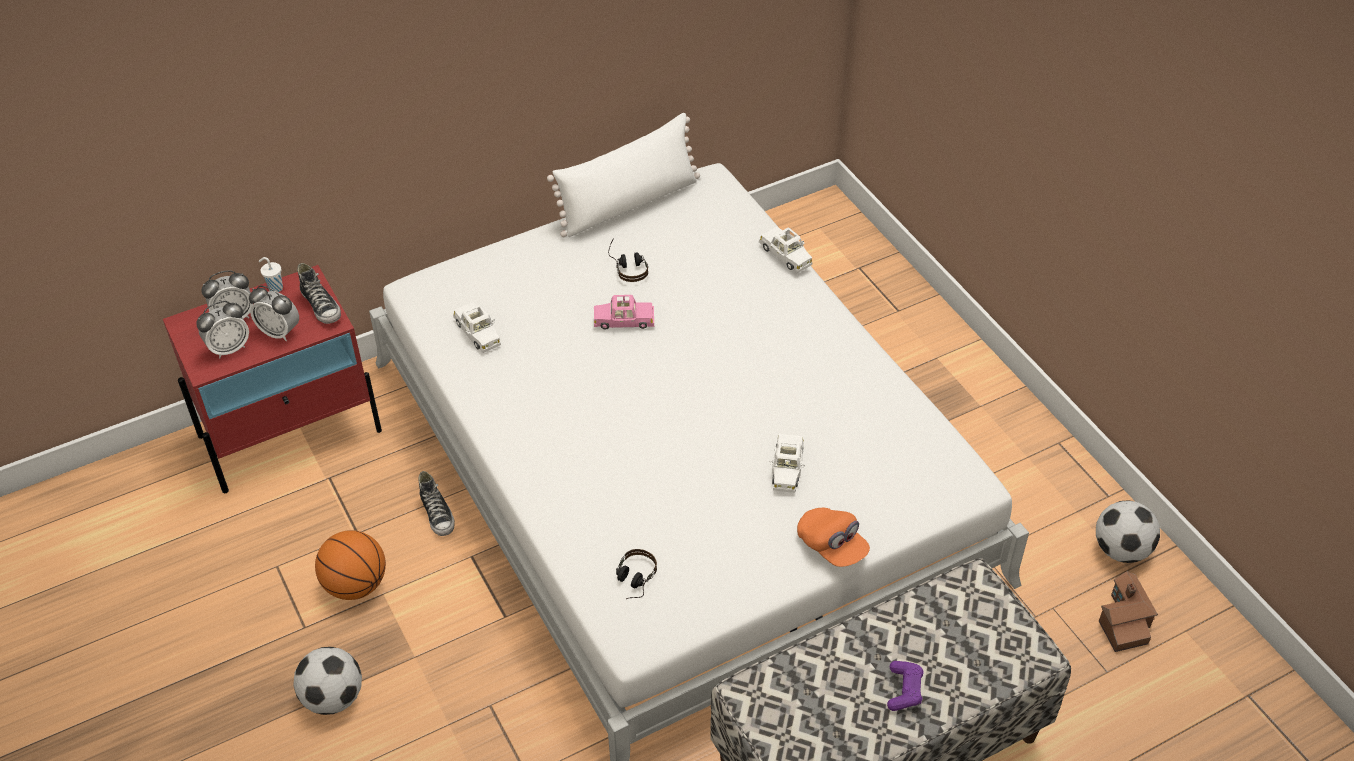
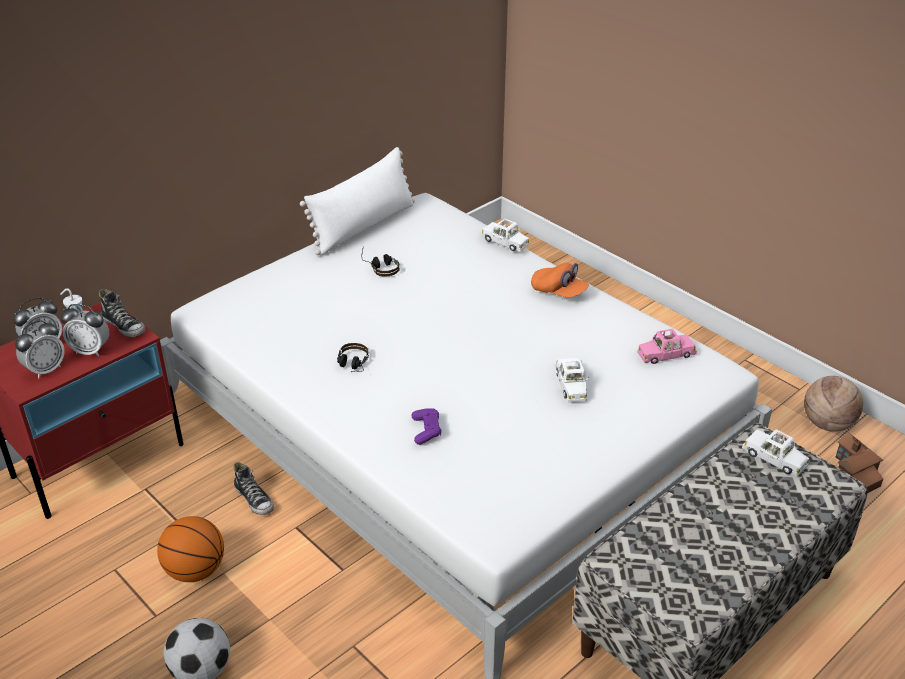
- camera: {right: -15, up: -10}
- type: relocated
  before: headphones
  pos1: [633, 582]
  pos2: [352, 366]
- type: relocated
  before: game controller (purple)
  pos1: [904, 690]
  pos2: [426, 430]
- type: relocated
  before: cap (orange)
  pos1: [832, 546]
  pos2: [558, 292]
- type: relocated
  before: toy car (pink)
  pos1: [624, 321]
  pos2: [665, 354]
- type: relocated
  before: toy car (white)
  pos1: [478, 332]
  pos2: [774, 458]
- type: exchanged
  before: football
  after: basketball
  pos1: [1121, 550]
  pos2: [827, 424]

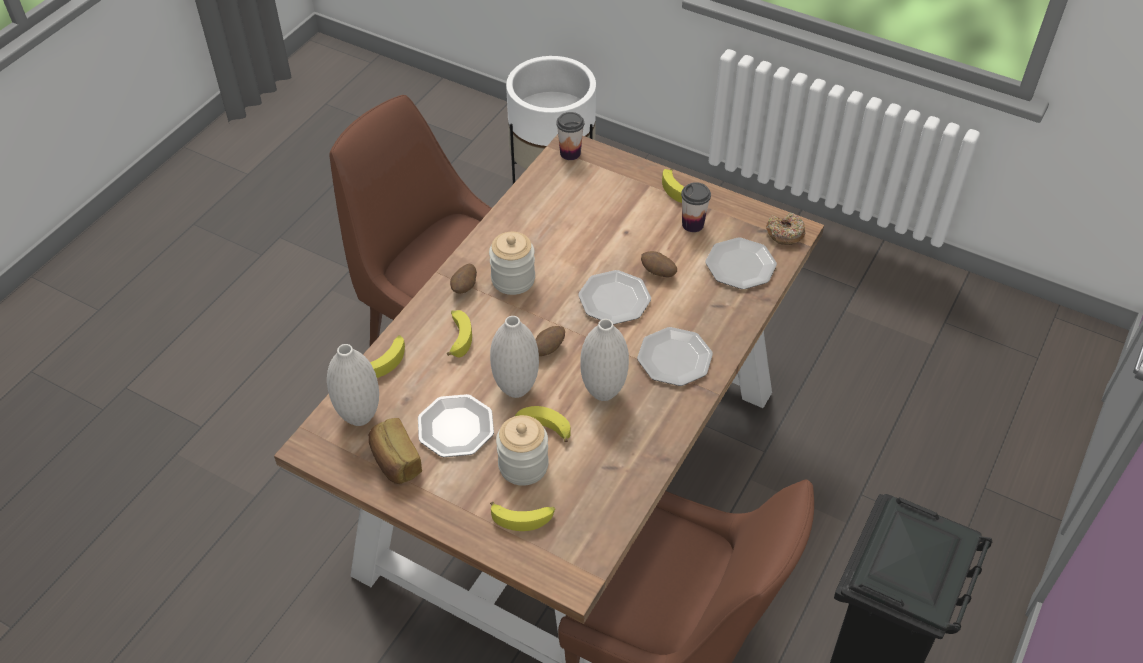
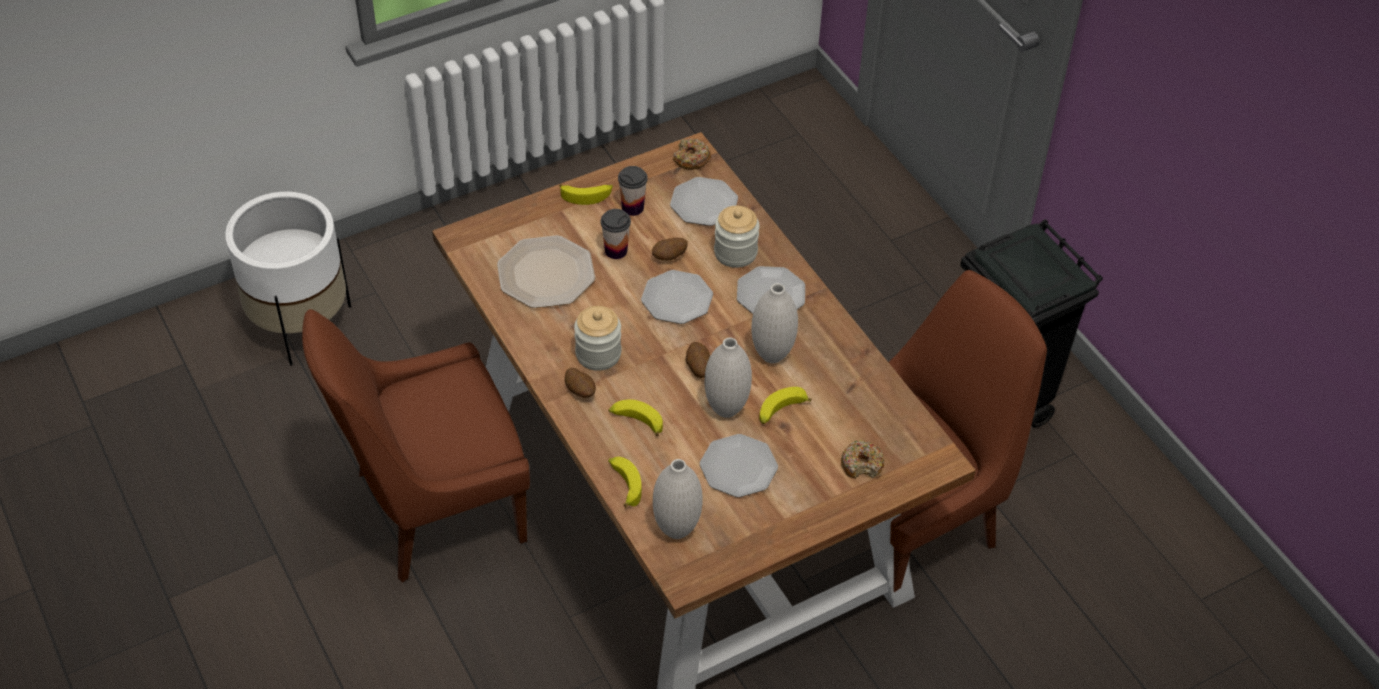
- camera: {right: -60, up: 0}
- type: appeared
  after: plate
  pos2: [546, 273]
- type: relocated
  before: cup
  pos1: [570, 153]
  pos2: [616, 251]
- type: relocated
  before: jar
  pos1: [523, 465]
  pos2: [735, 252]
- type: exchanged
  before: banana
  after: donut
  pos1: [523, 517]
  pos2: [862, 464]
- type: missing
  before: bread
  pos1: [395, 461]

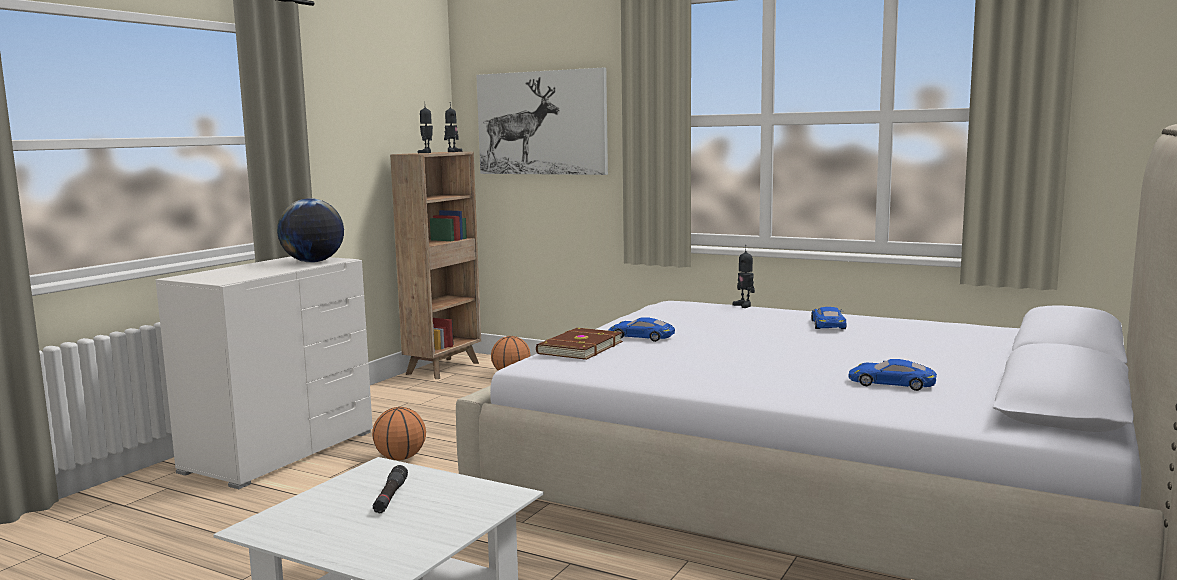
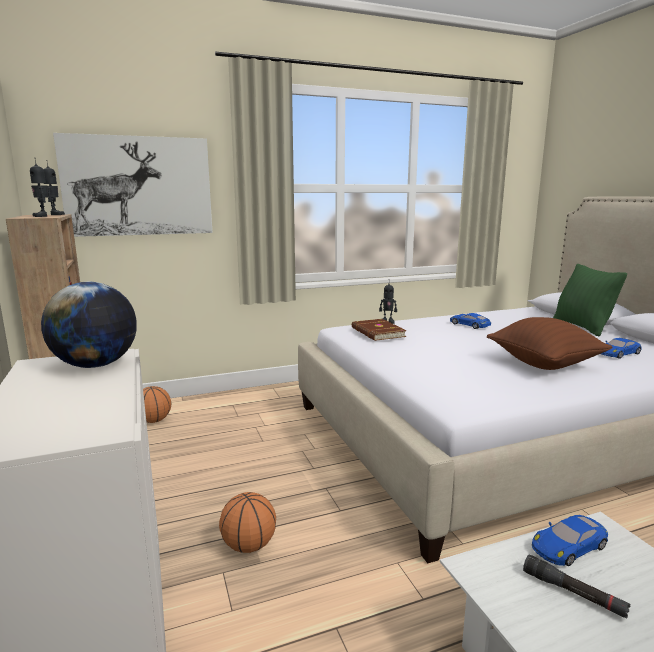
- camera: {right: -50, up: 5}
- type: relocated
  before: book (brown)
  pos1: [578, 348]
  pos2: [377, 332]
- type: appeared
  after: pillow (brown)
  pos2: [544, 364]
- type: relocated
  before: toy car (blue)
  pos1: [641, 337]
  pos2: [569, 546]
- type: appeared
  after: pillow (green)
  pos2: [582, 327]

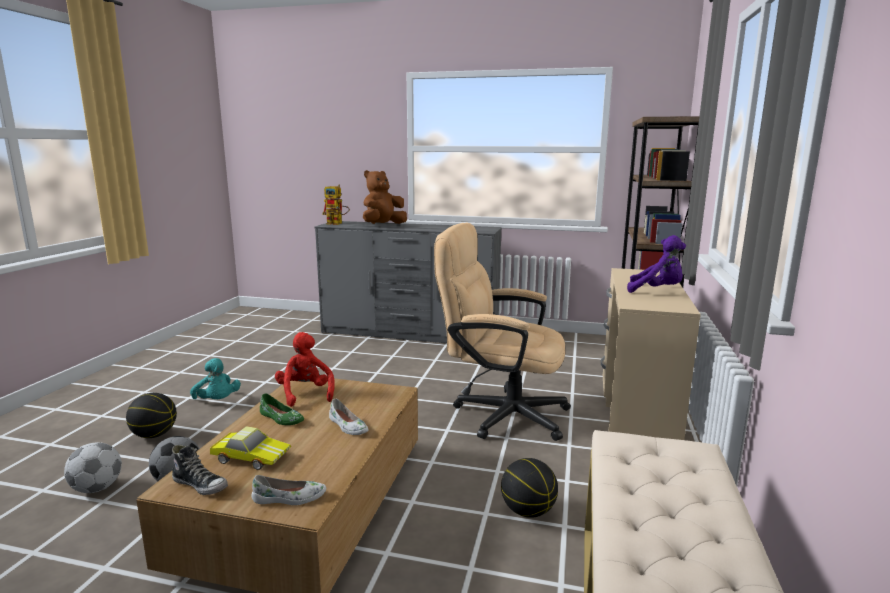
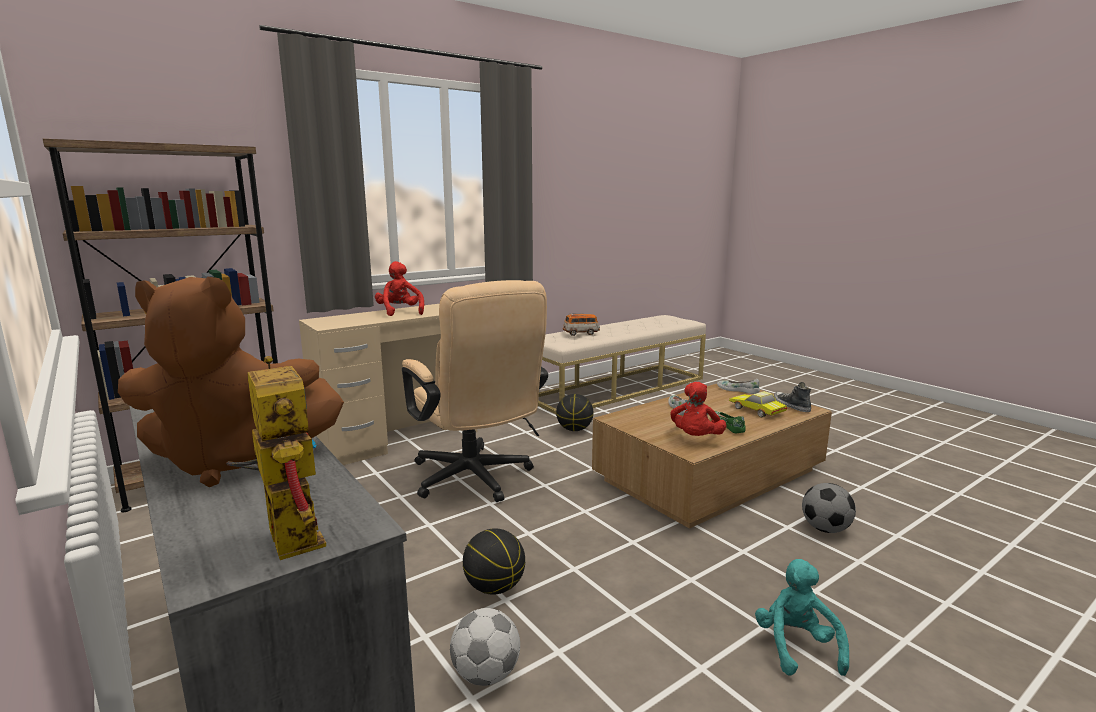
- camera: {right: -140, up: 0}
- type: colour
  before: plush toy (purple)
  after: plush toy (red)
  pos1: [656, 291]
  pos2: [400, 312]
- type: relocated
  before: football
  pos1: [97, 488]
  pos2: [486, 674]
- type: relocated
  before: basketball
  pos1: [154, 435]
  pos2: [494, 588]
- type: appeared
  after: toy car
  pos2: [581, 333]

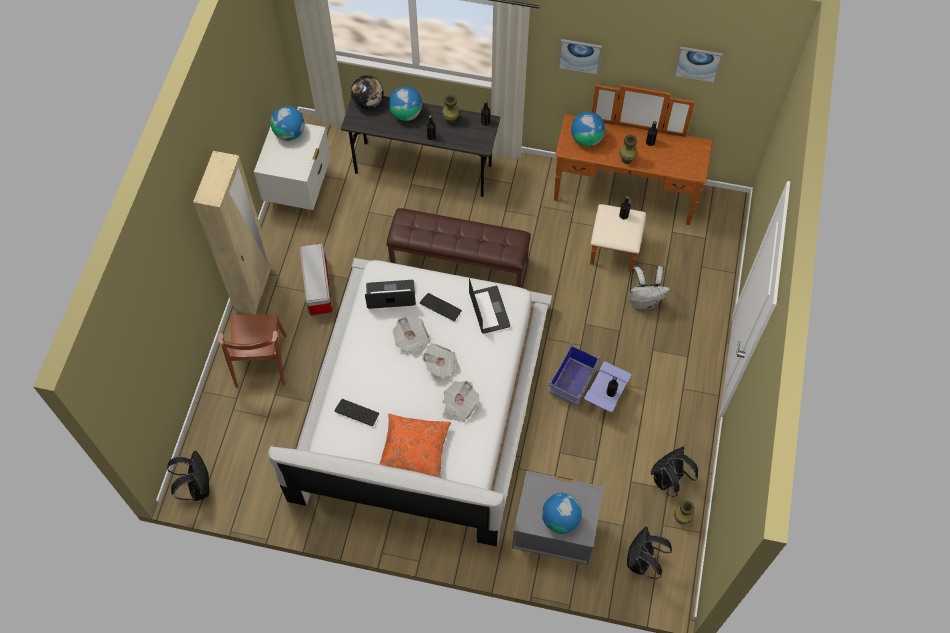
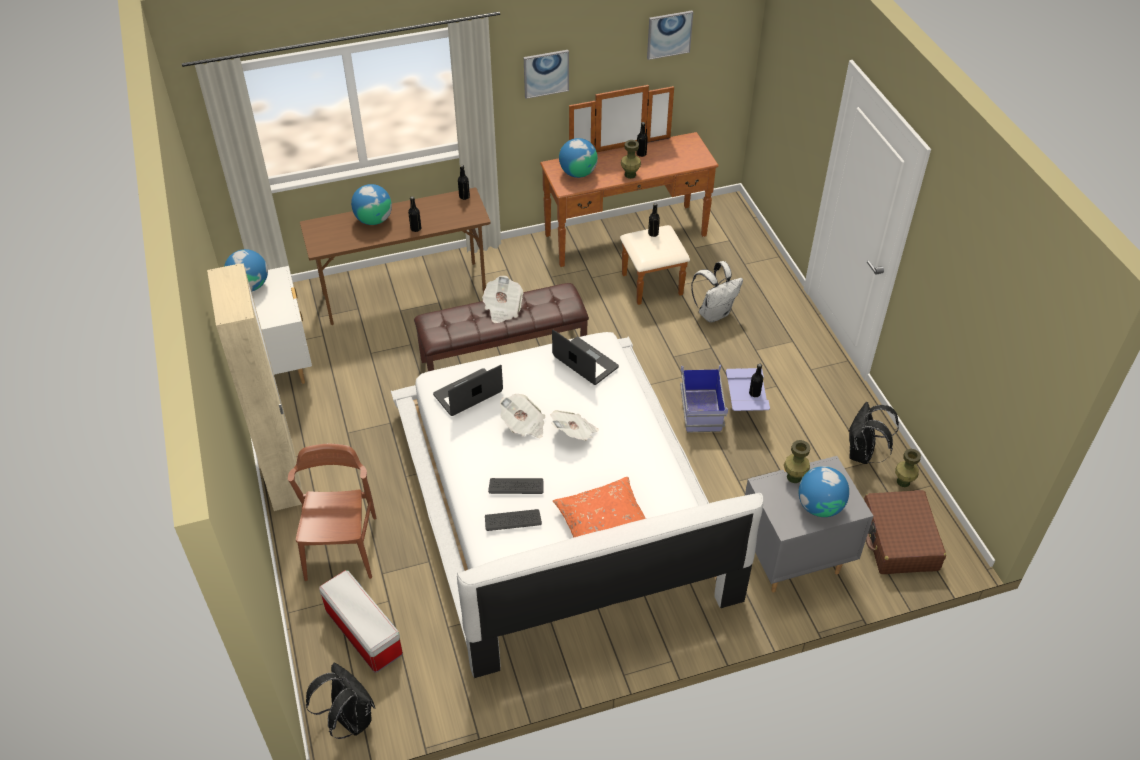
- camera: {right: -30, up: -15}
- type: spun
  before: chair (brown)
  pos1: [261, 361]
  pos2: [341, 548]
  turn: -150
- type: colour
  before: desk (grey)
  after: desk (brown)
  pos1: [424, 169]
  pos2: [405, 292]
- type: relocated
  before: storage box
  pos1: [317, 286]
  pos2: [362, 632]
- type: relocated
  before: newspaper
  pos1: [459, 406]
  pos2: [502, 308]
- type: relocated
  before: keyboard
  pos1: [440, 307]
  pos2: [516, 486]
- type: relocated
  before: vase (green)
  pos1: [451, 120]
  pos2: [794, 477]
- type: exchanged
  before: backpack (black)
  after: suitcase (brown)
  pos1: [641, 562]
  pos2: [899, 540]
- type: missing
  before: globe
  pos1: [368, 102]

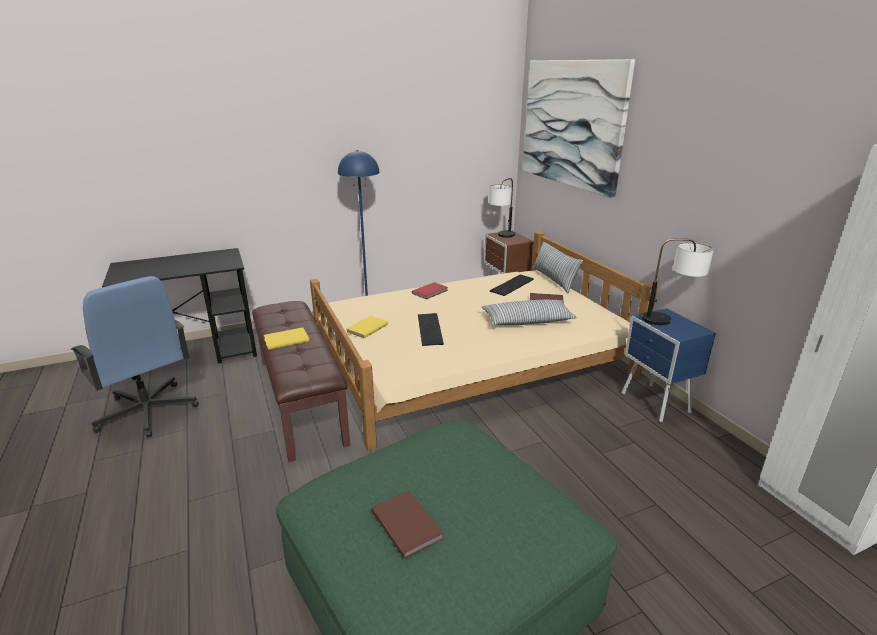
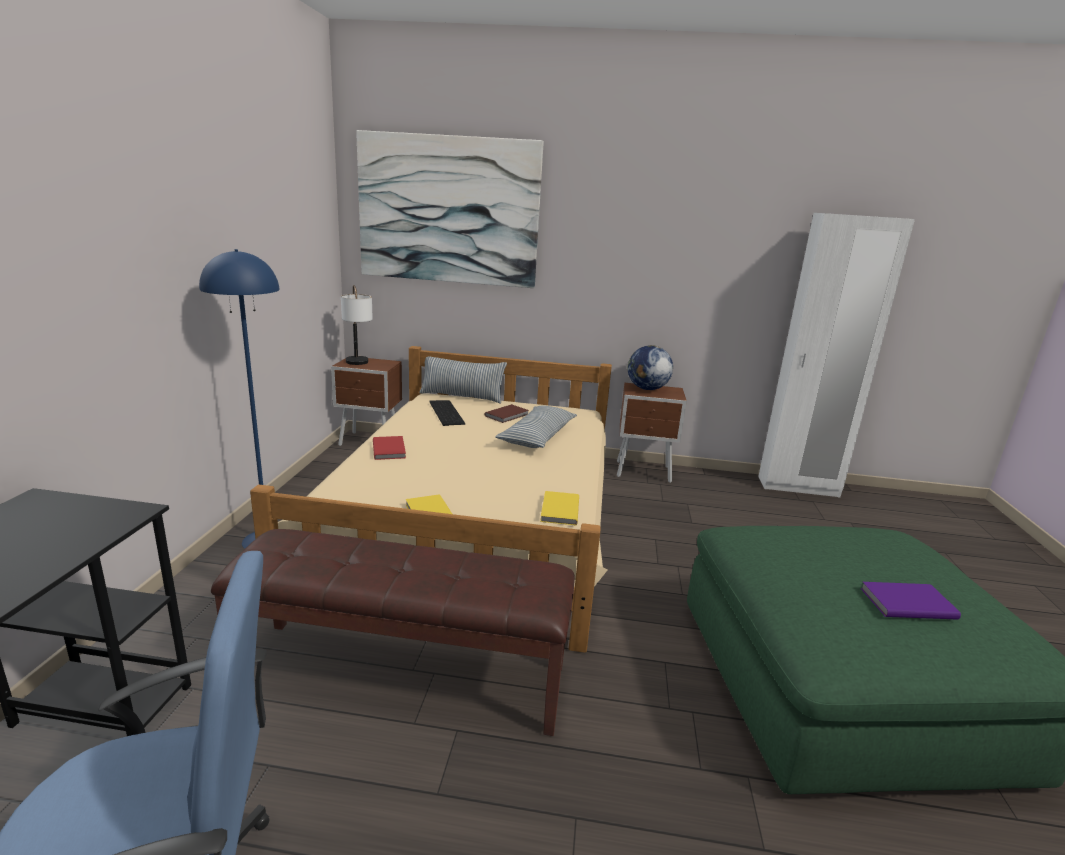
- camera: {right: -60, up: -5}
- type: relocated
  before: book (yellow)
  pos1: [285, 340]
  pos2: [558, 510]
- type: colour
  before: nightstand (blue)
  after: nightstand (brown)
  pos1: [655, 404]
  pos2: [644, 472]
- type: exchanged
  before: table lamp
  after: globe
  pos1: [669, 319]
  pos2: [646, 389]
- type: colour
  before: book (brown)
  after: book (purple)
  pos1: [407, 524]
  pos2: [905, 602]
- type: missing
  before: keyboard
  pos1: [431, 329]

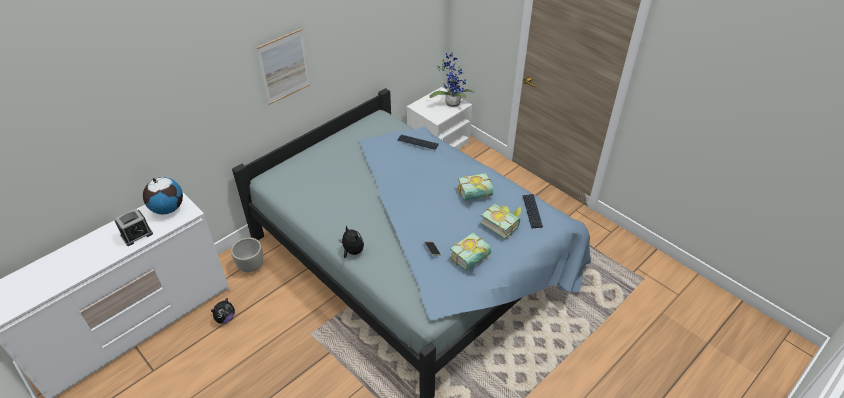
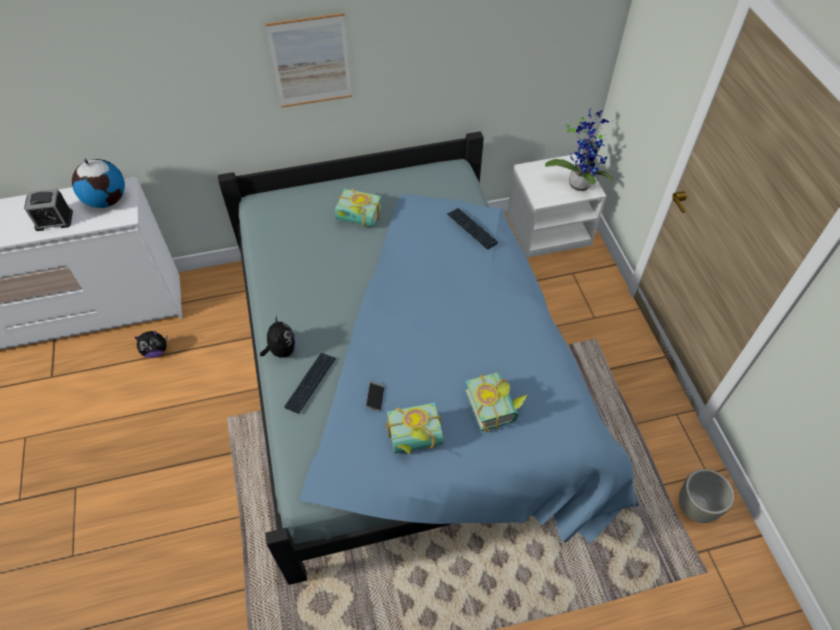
- camera: {right: 30, up: 10}
- type: relocated
  before: keyboard
  pos1: [532, 211]
  pos2: [310, 383]
- type: relocated
  before: book
  pos1: [475, 196]
  pos2: [357, 220]
- type: relocated
  before: planter (grey)
  pos1: [251, 266]
  pos2: [696, 507]

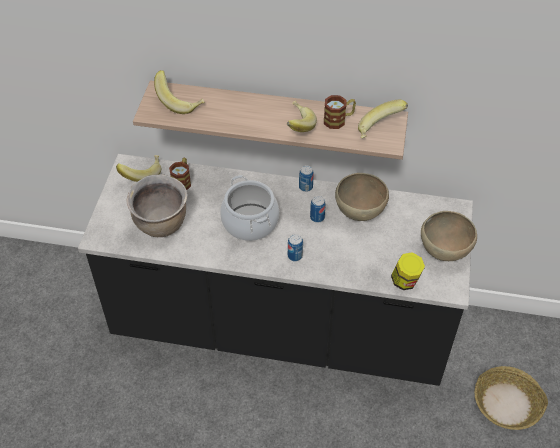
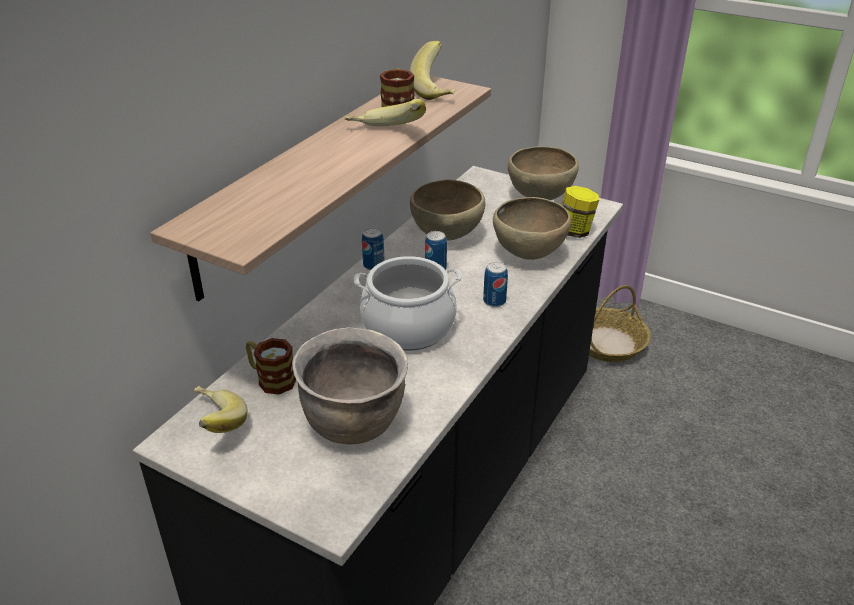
- camera: {right: -70, up: -15}
- type: appeared
  after: bowl (brown)
  pos2: [529, 255]
- type: missing
  before: banana
  pos1: [180, 102]

